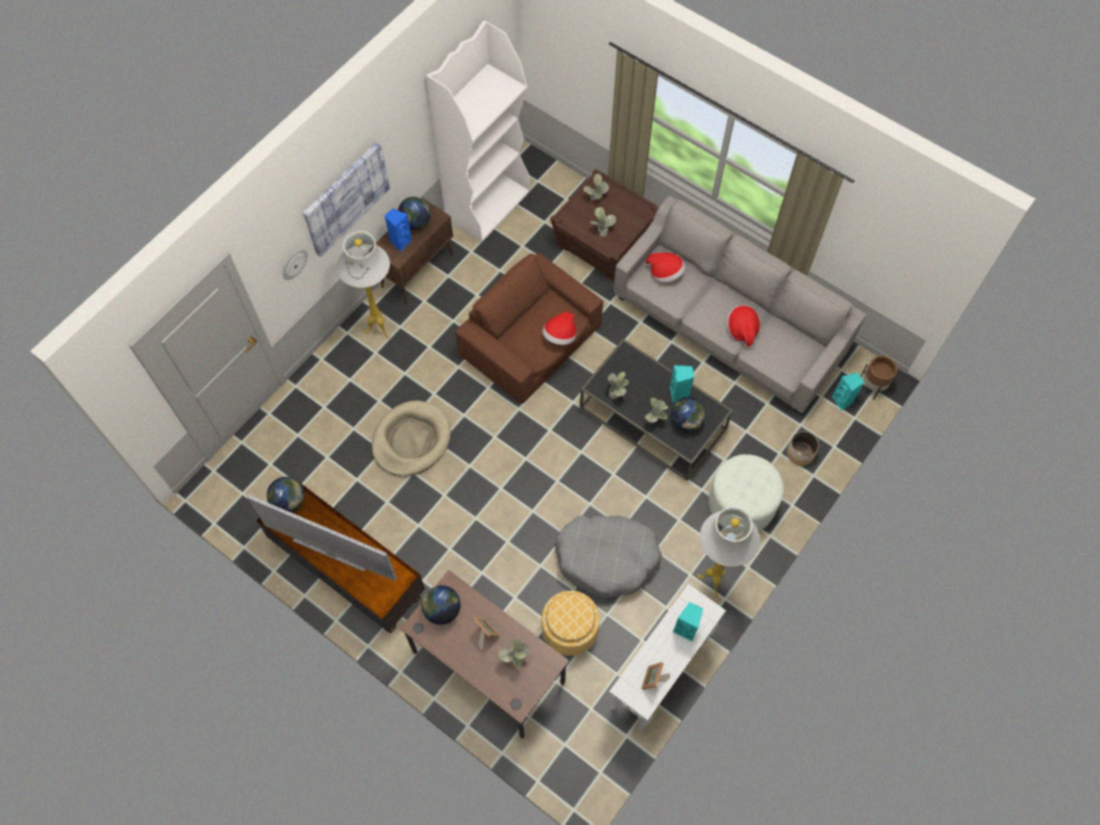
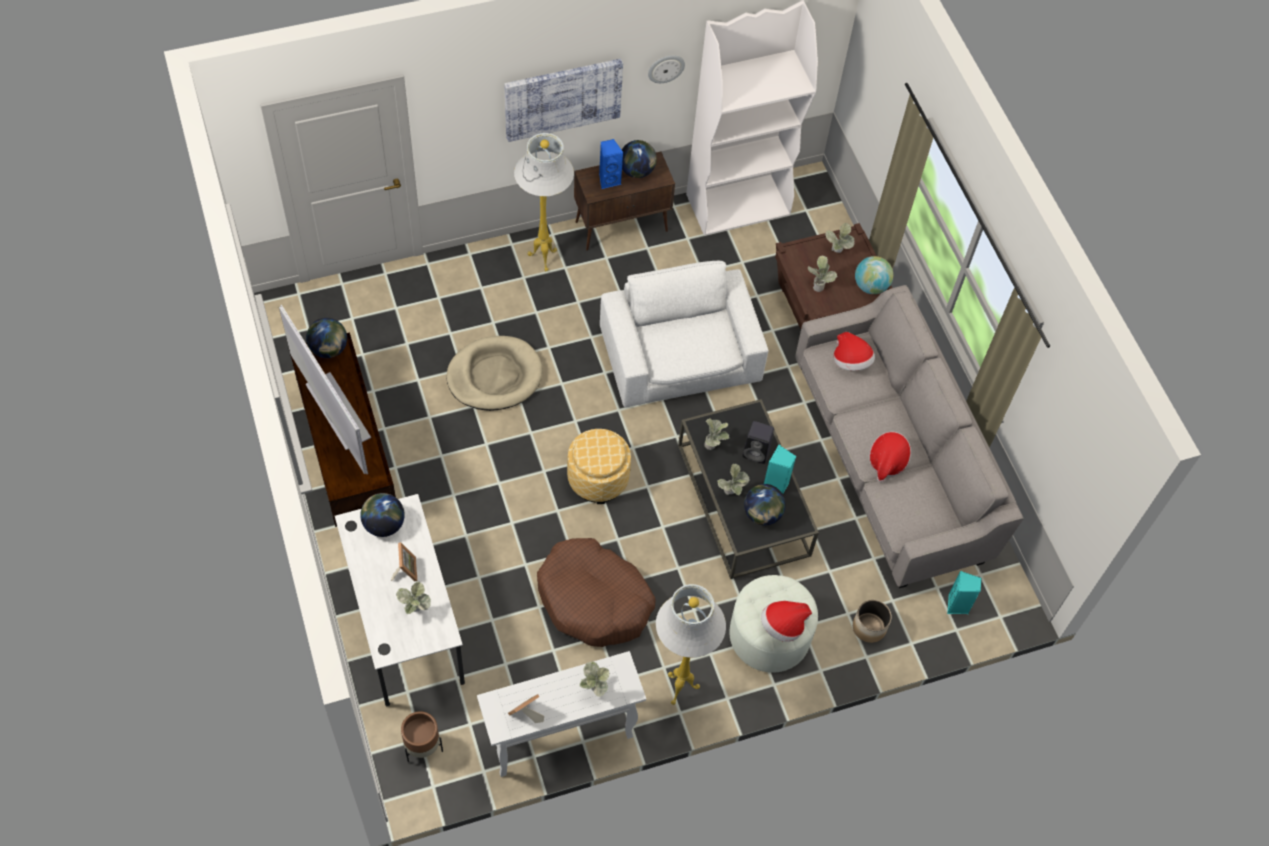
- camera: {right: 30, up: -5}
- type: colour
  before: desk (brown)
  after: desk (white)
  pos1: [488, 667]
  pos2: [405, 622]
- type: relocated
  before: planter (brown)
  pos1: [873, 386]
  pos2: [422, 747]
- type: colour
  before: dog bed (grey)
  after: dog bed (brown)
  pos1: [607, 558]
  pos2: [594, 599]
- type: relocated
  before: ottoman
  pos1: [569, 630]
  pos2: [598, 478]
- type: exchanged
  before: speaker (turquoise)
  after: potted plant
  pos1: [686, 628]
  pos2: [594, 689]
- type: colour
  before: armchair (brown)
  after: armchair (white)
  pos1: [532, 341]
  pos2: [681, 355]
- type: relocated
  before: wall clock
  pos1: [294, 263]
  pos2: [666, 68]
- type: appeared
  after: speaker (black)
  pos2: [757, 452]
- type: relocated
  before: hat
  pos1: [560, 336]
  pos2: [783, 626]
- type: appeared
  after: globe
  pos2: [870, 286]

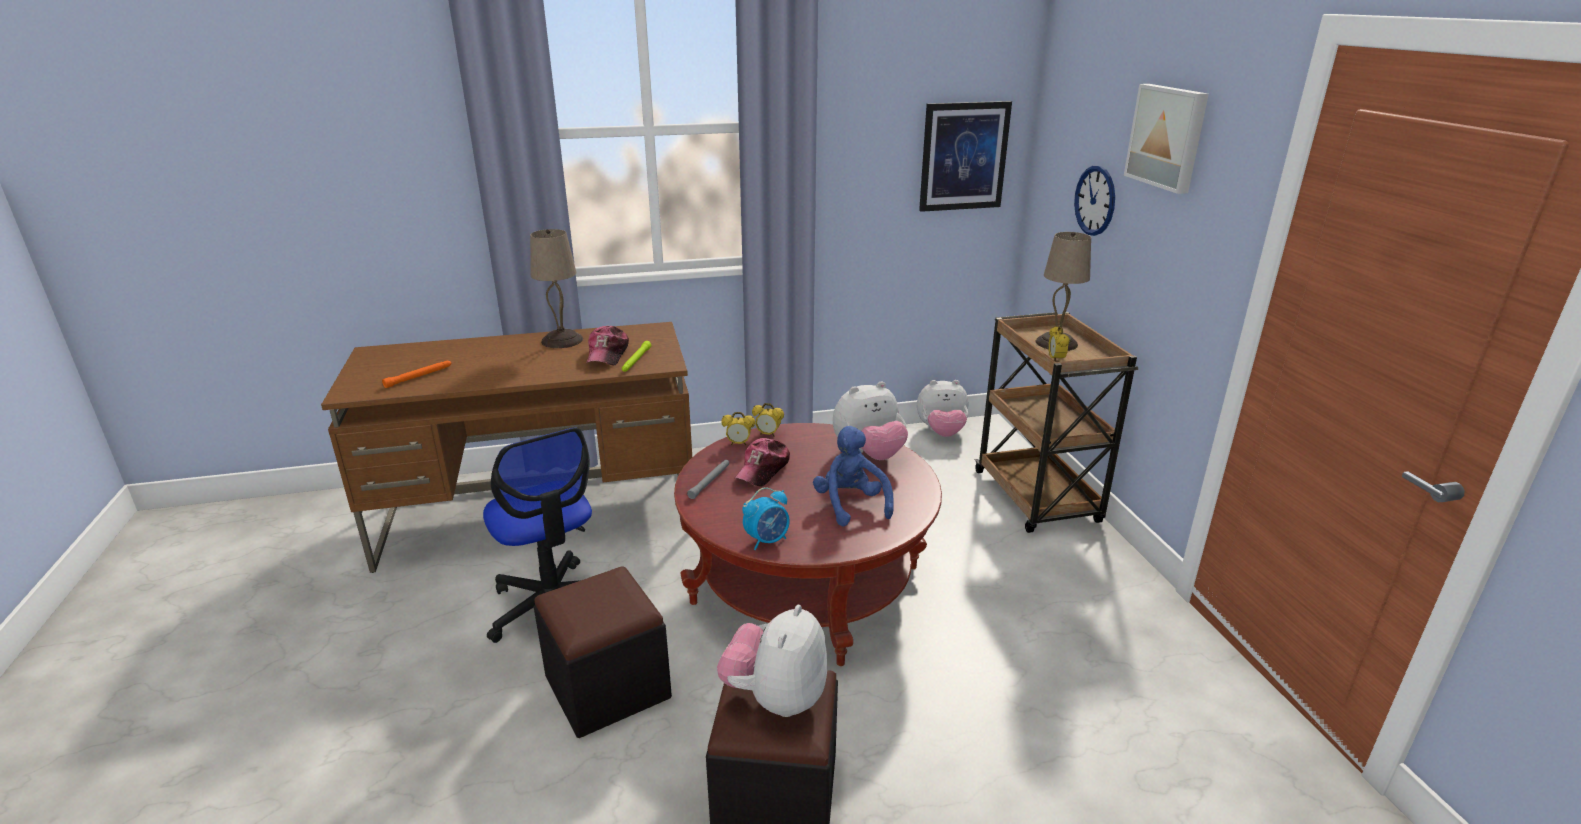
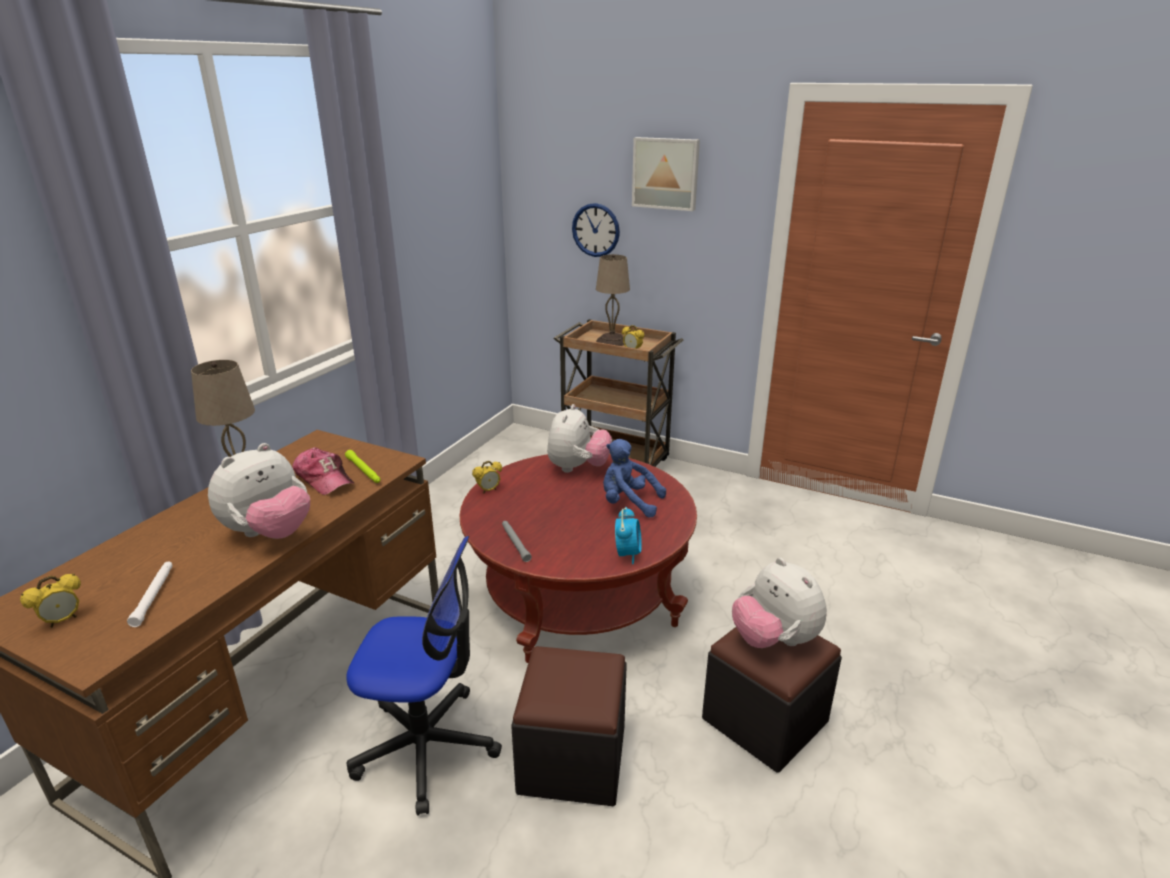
- camera: {right: -50, up: 0}
- type: relocated
  before: alarm clock
  pos1: [738, 444]
  pos2: [63, 620]
- type: colour
  before: flashlight (orange)
  after: flashlight (white)
  pos1: [419, 377]
  pos2: [154, 595]
- type: relocated
  before: plush toy
  pos1: [941, 432]
  pos2: [269, 533]
- type: missing
  before: cap
  pos1: [763, 469]
- type: missing
  before: picture
  pos1: [963, 156]

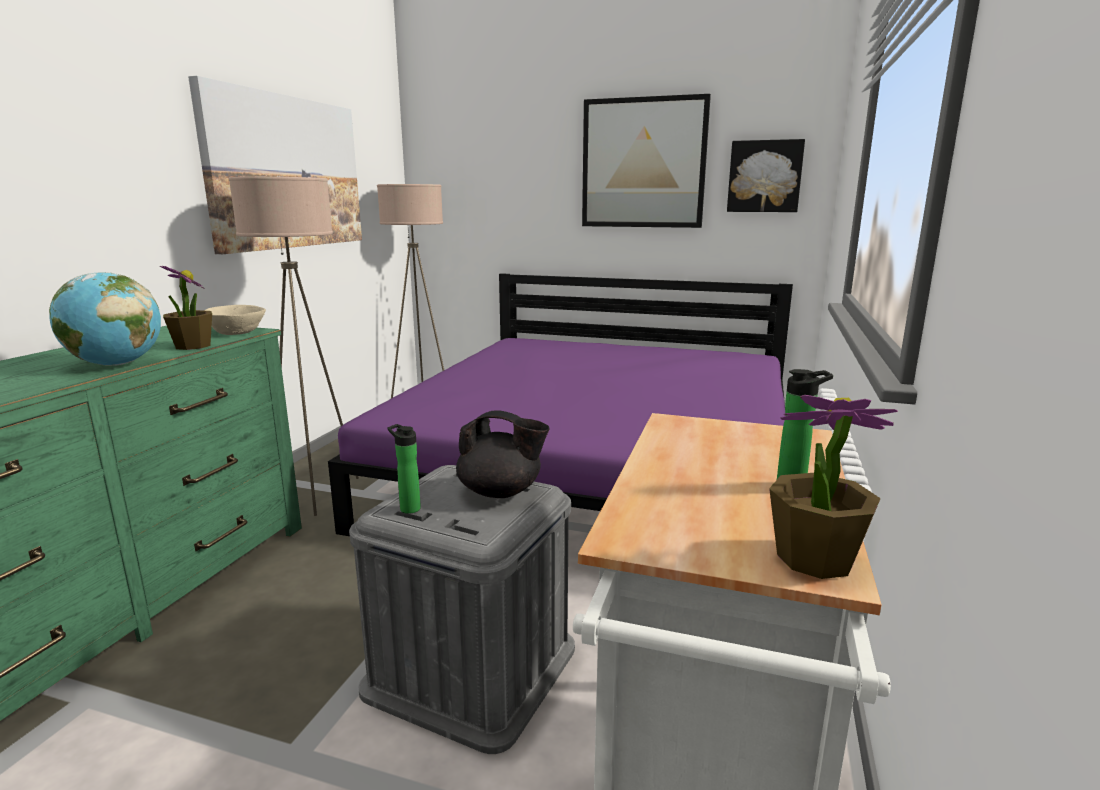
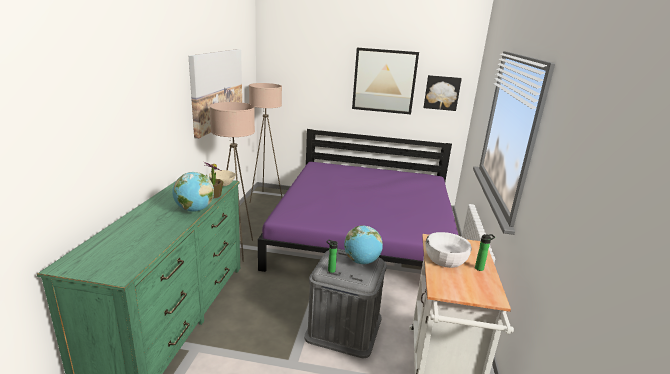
- camera: {right: -10, up: 5}
- type: exchanged
  before: teapot (black)
  after: globe
  pos1: [501, 492]
  pos2: [361, 261]
- type: appeared
  after: bowl (white)
  pos2: [445, 259]
- type: missing
  before: potted plant
  pos1: [814, 559]

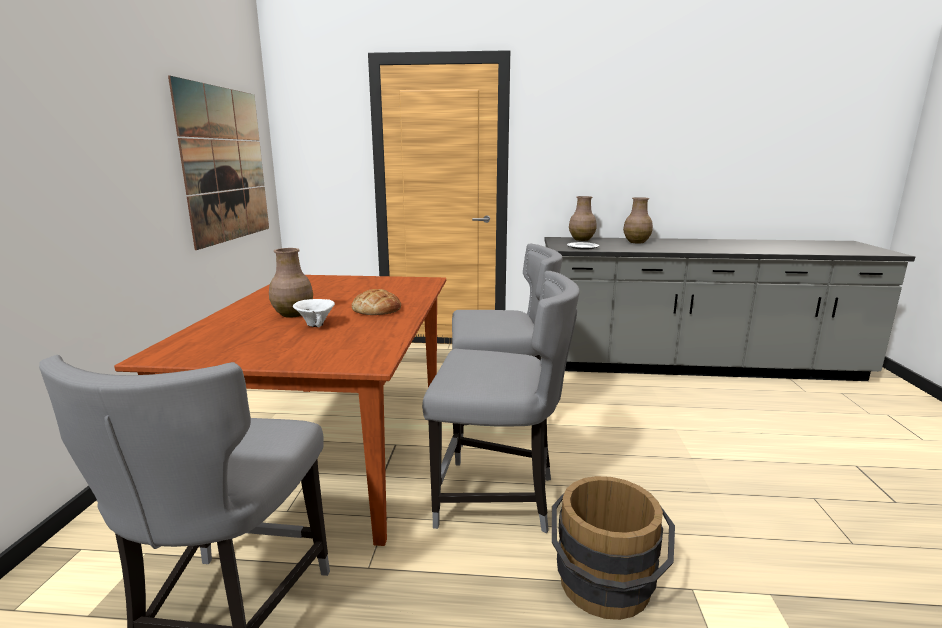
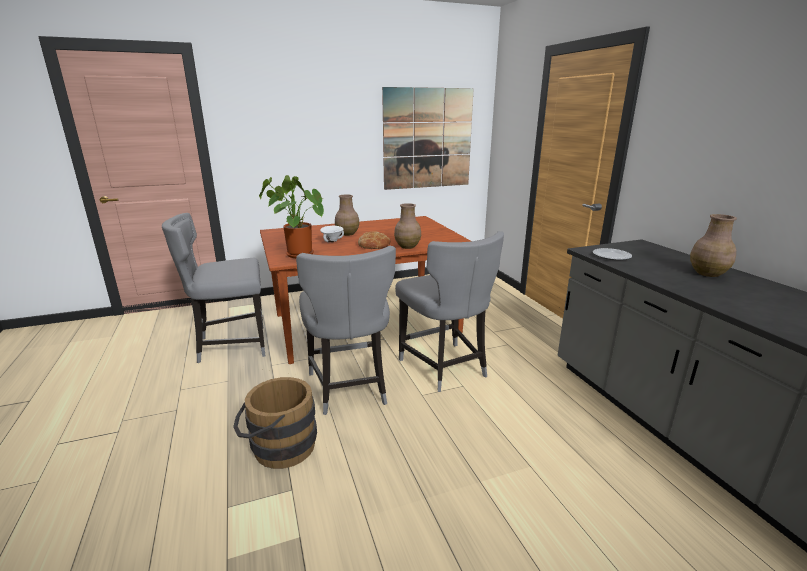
- camera: {right: 65, up: 5}
- type: appeared
  after: potted plant
  pos2: [297, 254]
- type: relocated
  before: vase (brown)
  pos1: [581, 239]
  pos2: [407, 246]

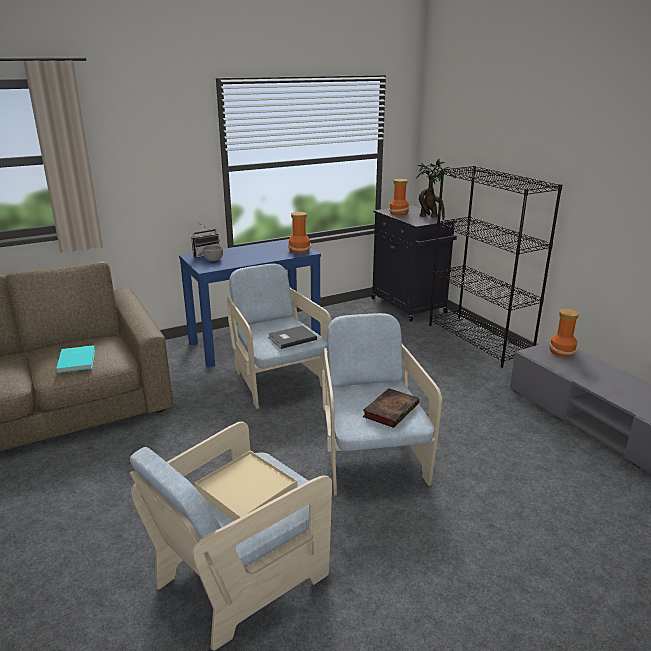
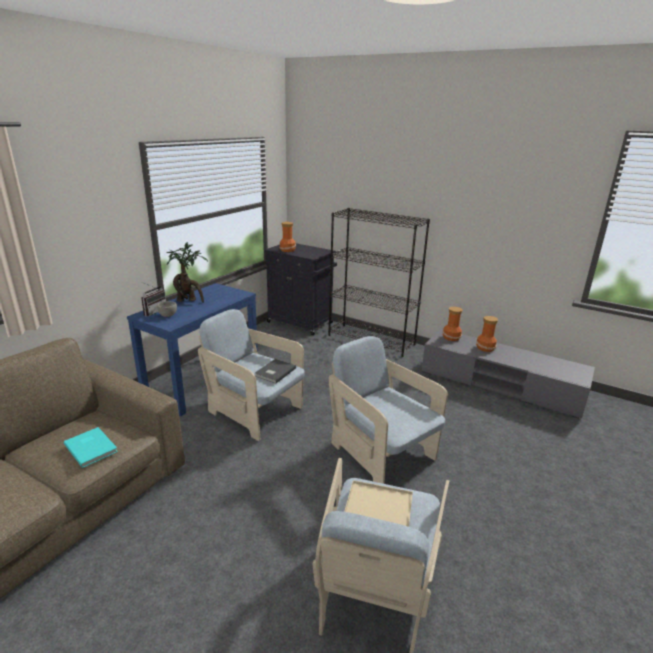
- camera: {right: -30, up: 0}
- type: relocated
  before: potted plant
  pos1: [430, 217]
  pos2: [189, 301]
- type: relocated
  before: vase
  pos1: [299, 250]
  pos2: [485, 348]
- type: missing
  before: book
  pos1: [391, 410]

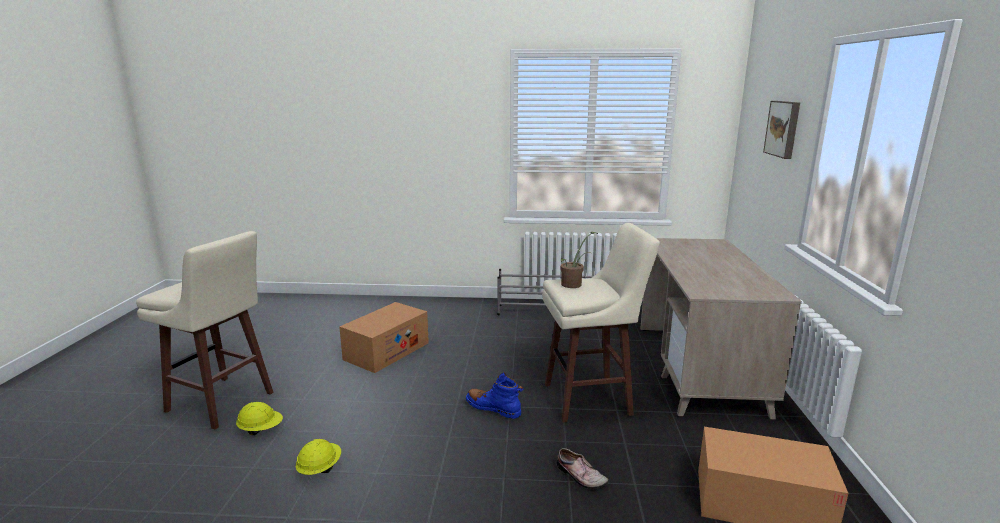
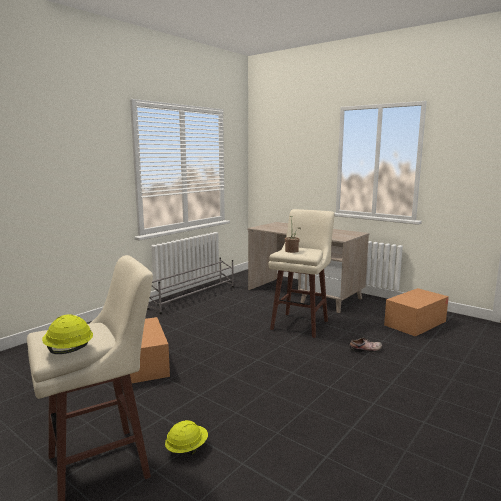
- camera: {right: -55, up: -5}
- type: relocated
  before: hard hat (yellow)
  pos1: [319, 469]
  pos2: [69, 350]
- type: missing
  before: boot (blue)
  pos1: [493, 408]
- type: missing
  before: picture
  pos1: [784, 128]

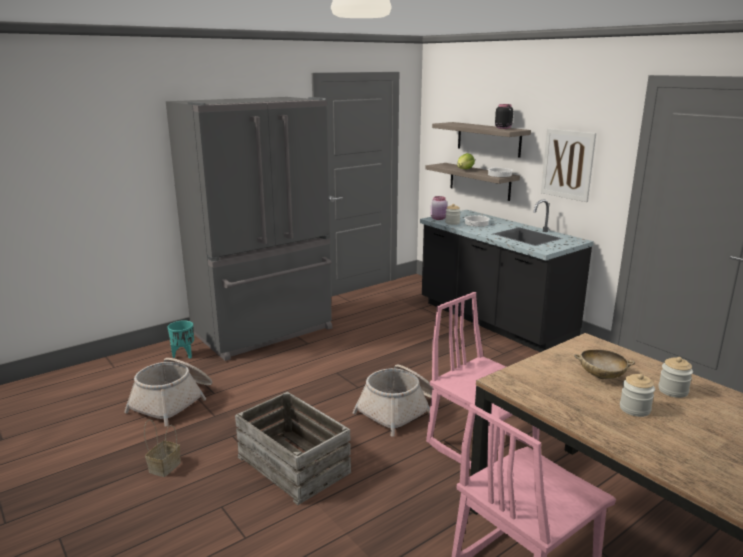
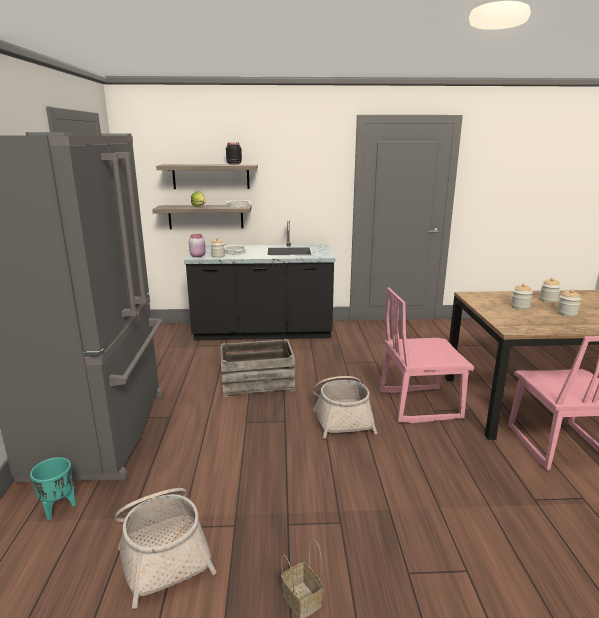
- camera: {right: -55, up: 0}
- type: relocated
  before: crate
  pos1: [294, 464]
  pos2: [257, 382]
- type: exchanged
  before: bowl (beige)
  after: jar
  pos1: [601, 376]
  pos2: [520, 307]
- type: missing
  before: picture
  pos1: [567, 164]

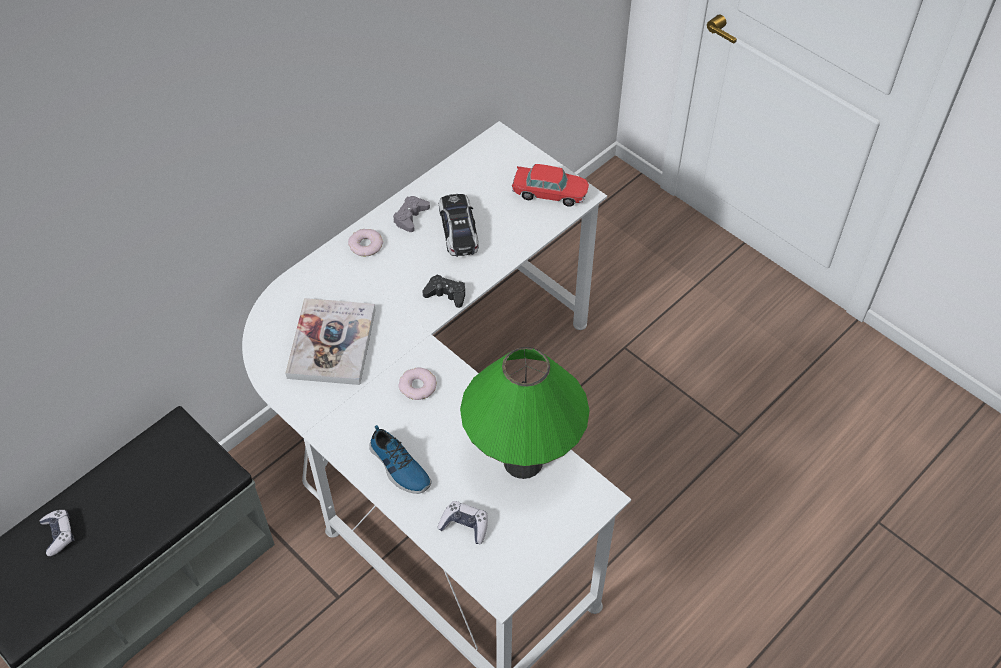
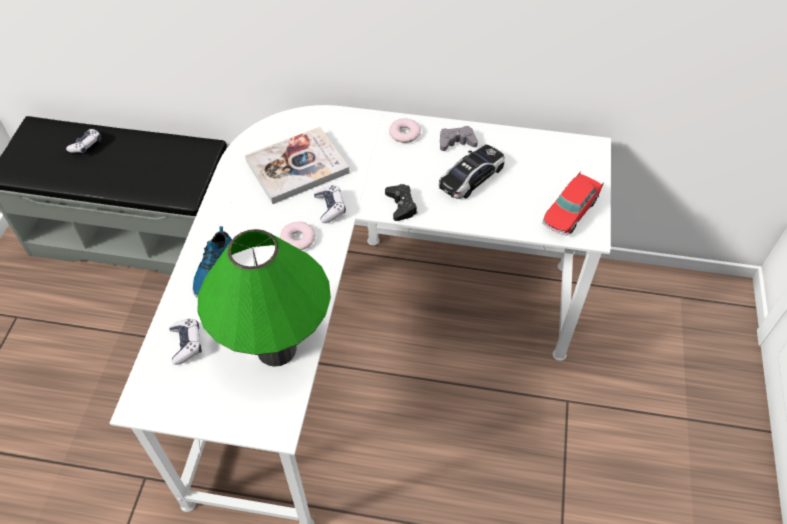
- camera: {right: 55, up: 0}
- type: appeared
  after: game controller
  pos2: [330, 207]
- type: spun
  before: toy car
  pos1: [549, 193]
  pos2: [570, 211]
  turn: 60

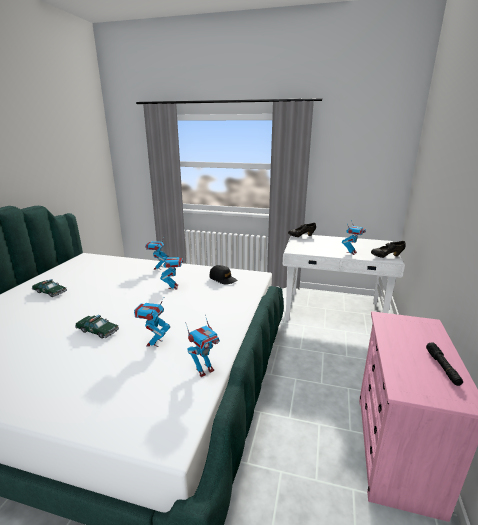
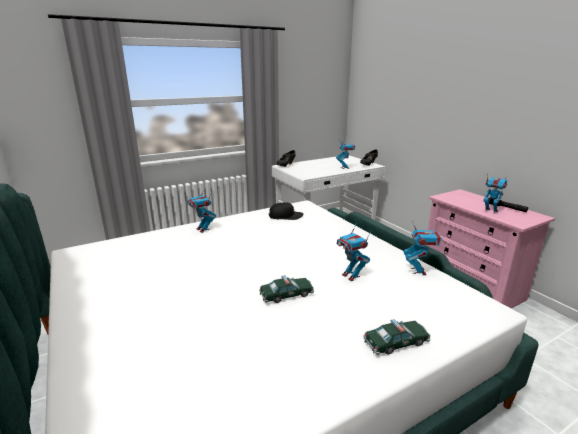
- camera: {right: -45, up: 0}
- type: relocated
  before: toy car
  pos1: [50, 292]
  pos2: [396, 343]
- type: relocated
  before: toy robot
  pos1: [173, 287]
  pos2: [490, 211]

